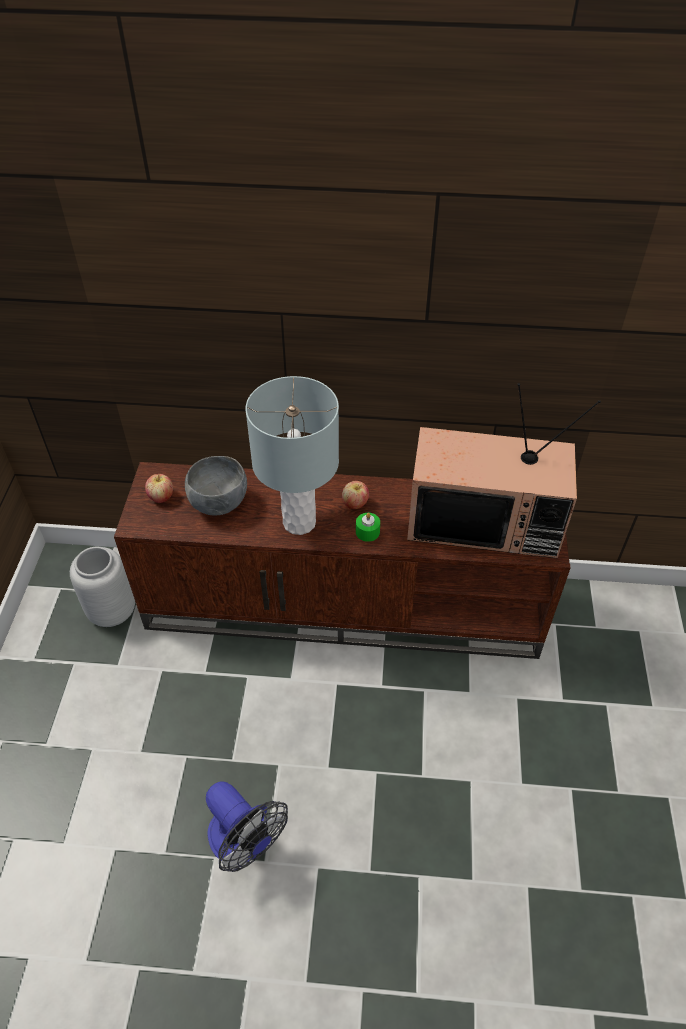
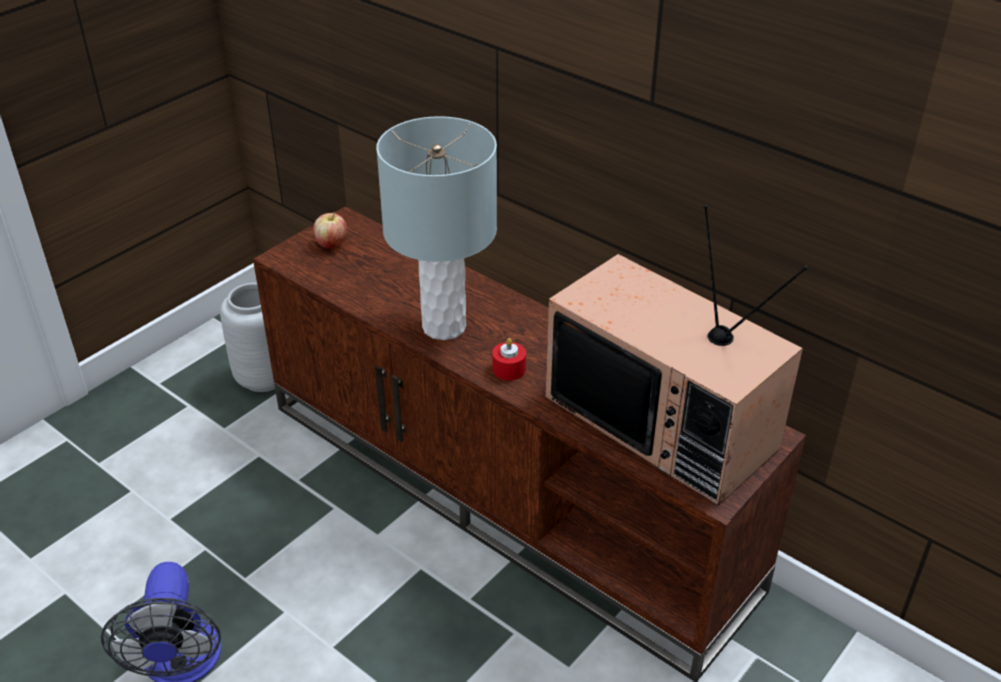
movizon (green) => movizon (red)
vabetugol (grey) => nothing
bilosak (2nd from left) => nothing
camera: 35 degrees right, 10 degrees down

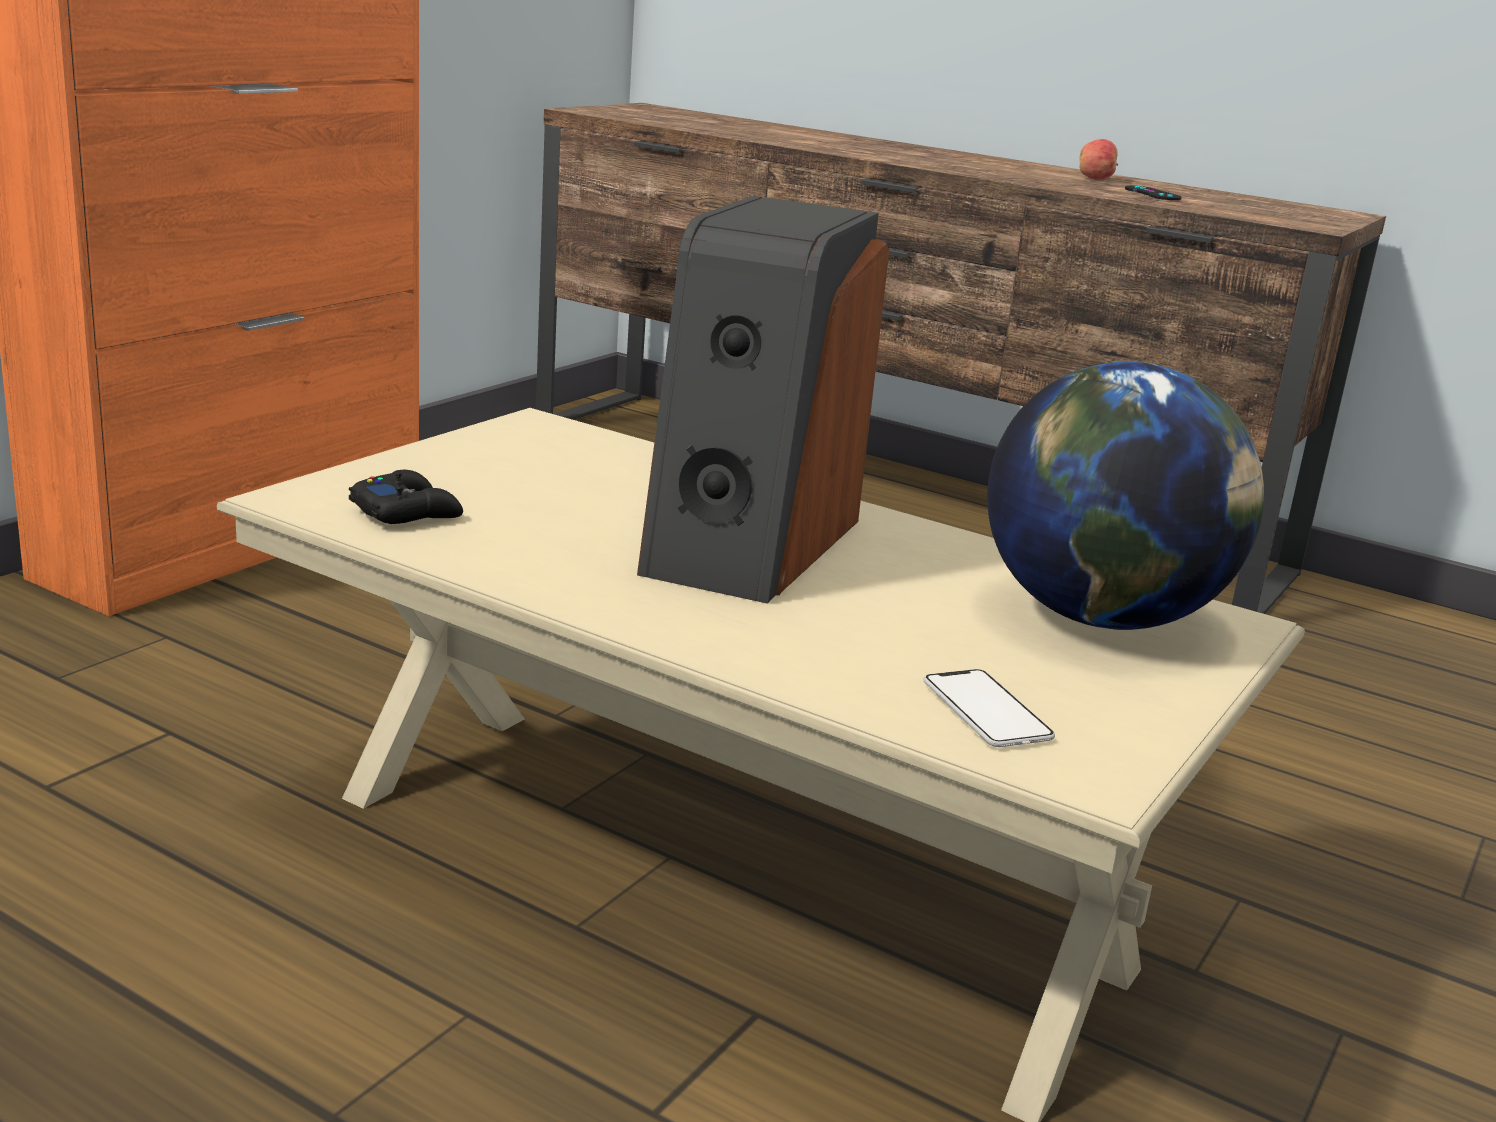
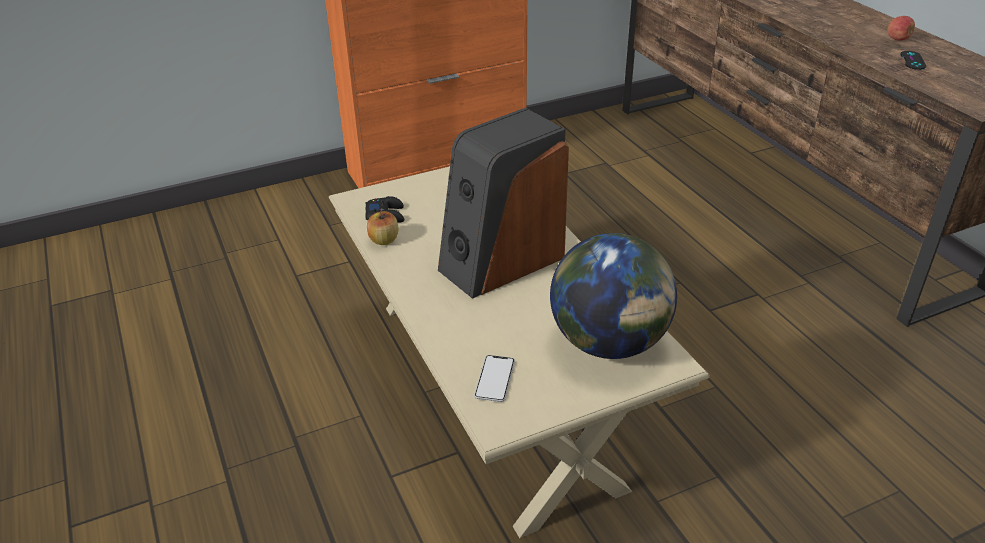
nothing => bilosak (1st from left)
camera: 35 degrees right, 15 degrees up

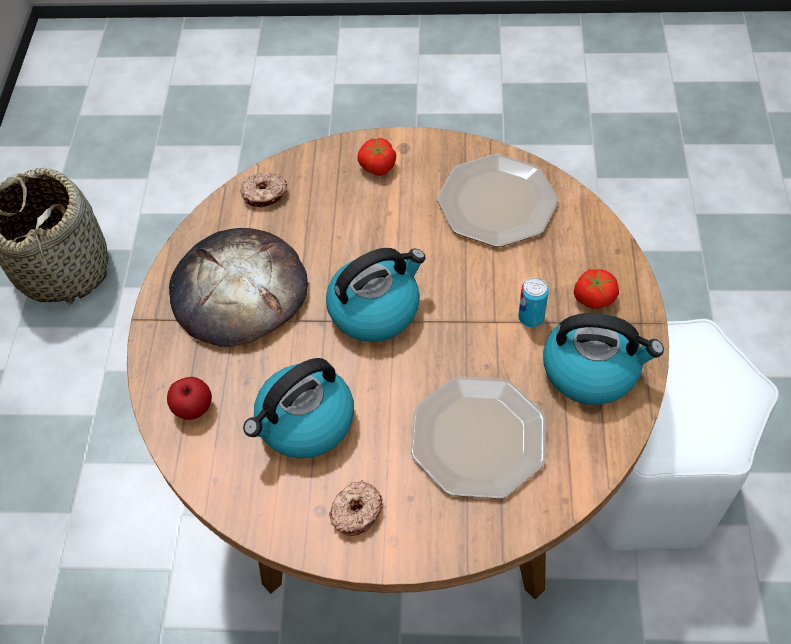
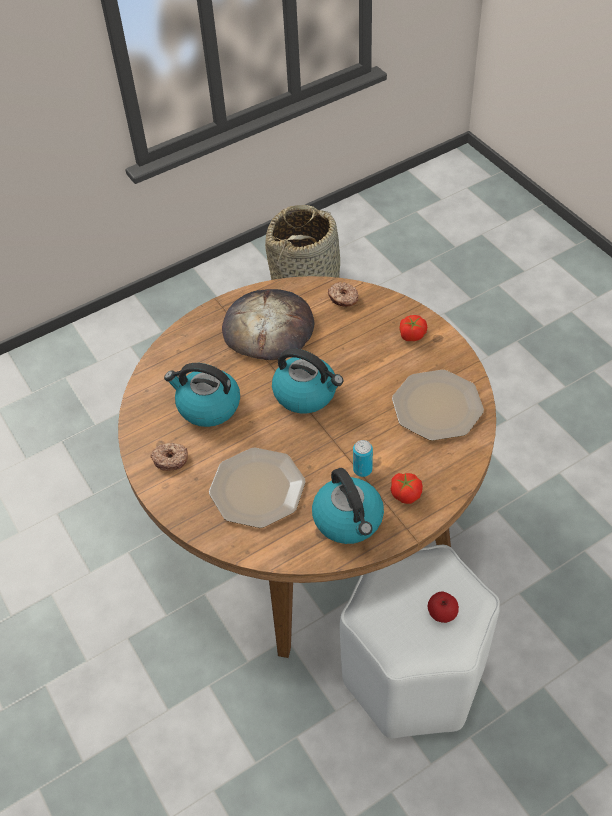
bilosak, move
camera: 55 degrees right, 5 degrees down

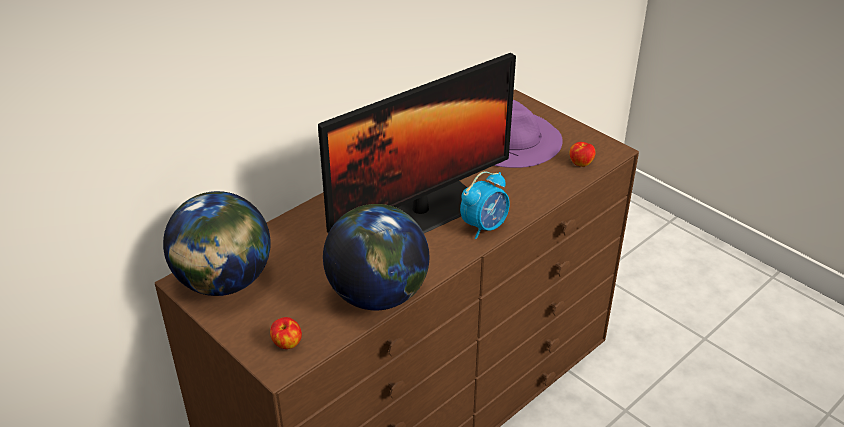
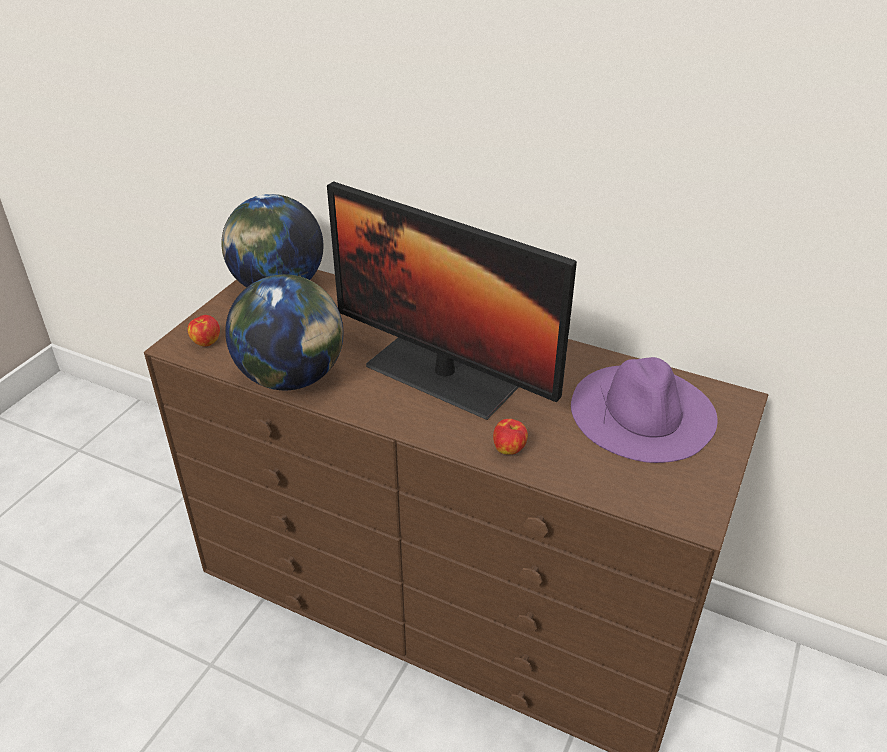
bilosak (2nd from left), move
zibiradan => nothing
camera: 70 degrees right, 0 degrees up

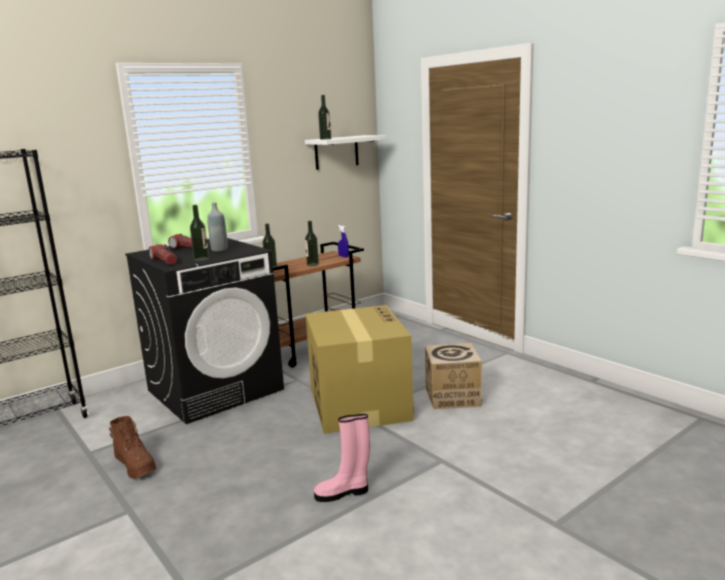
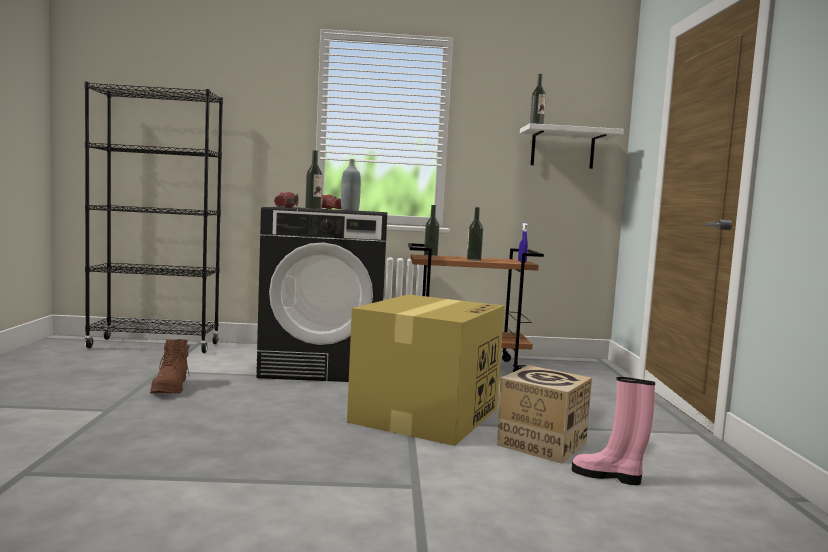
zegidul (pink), move
camera: 35 degrees right, 10 degrees down

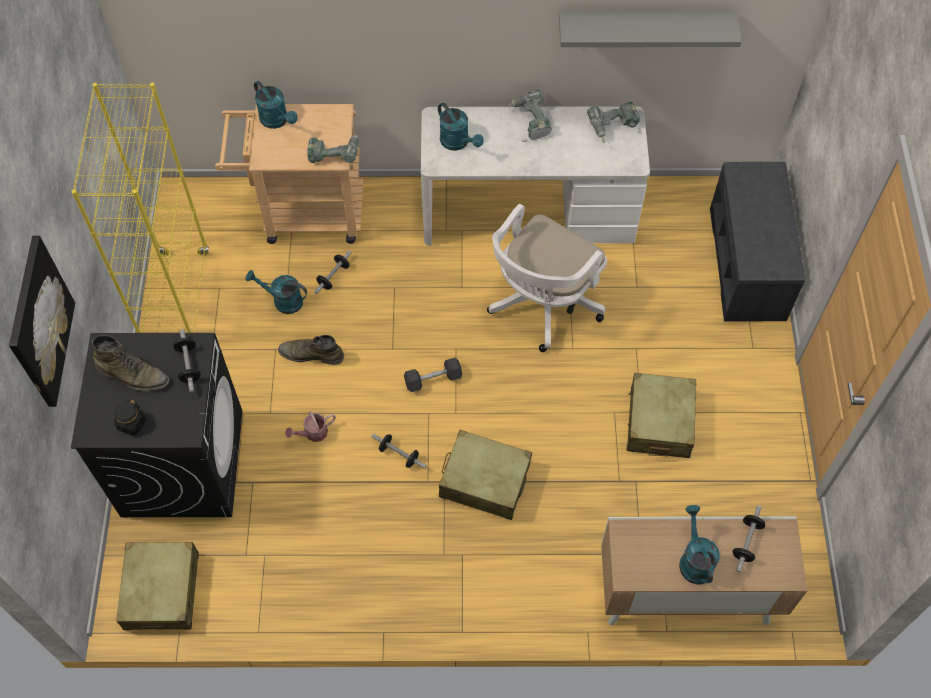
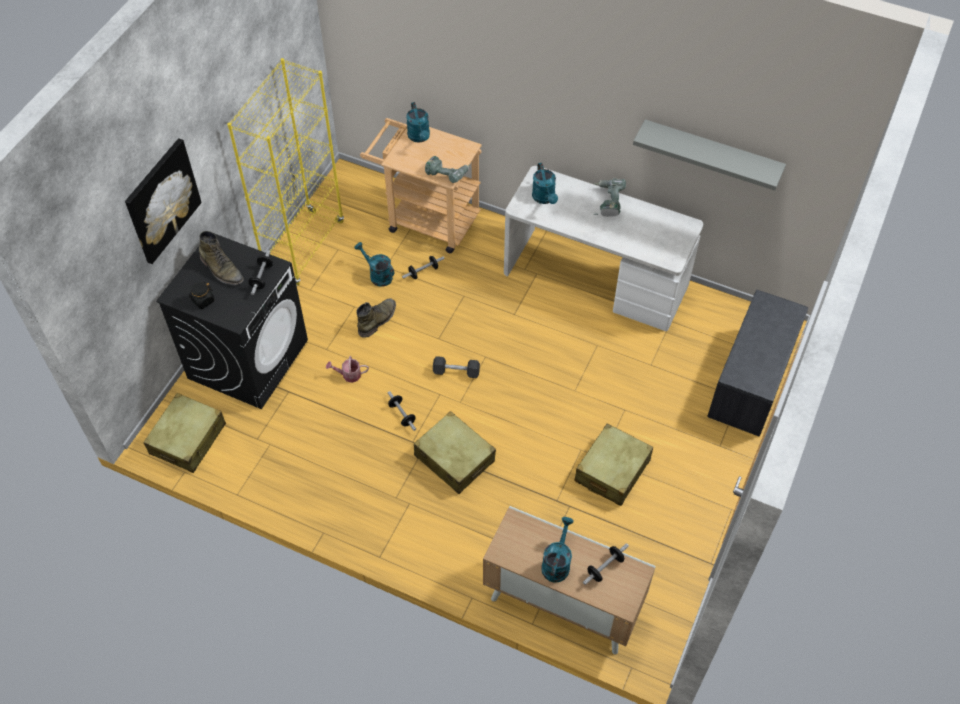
zegidul (green) (2nd from left), 90 degrees clockwise
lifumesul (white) => nothing
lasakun (3rd from left) => nothing
camera: 25 degrees right, 5 degrees down

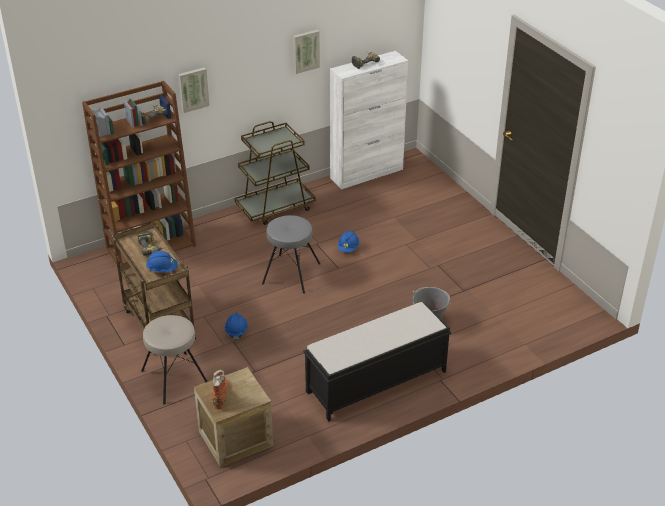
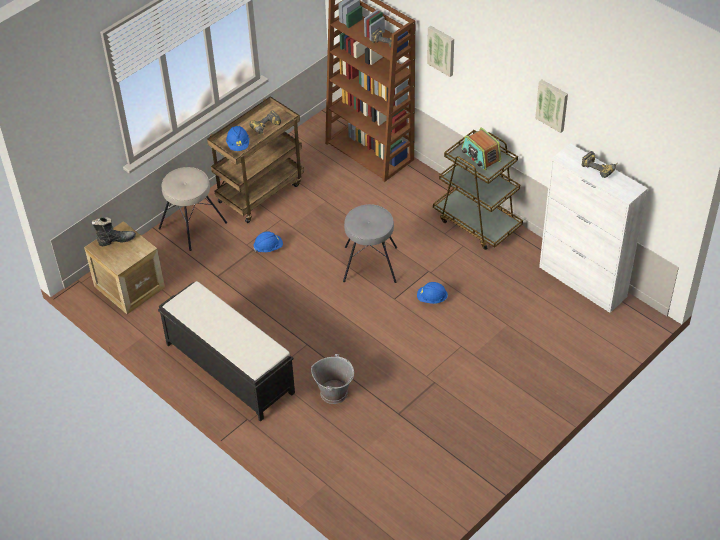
zegidul (orange) => zegidul (black)
nothing => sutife
camera: 75 degrees right, 10 degrees up

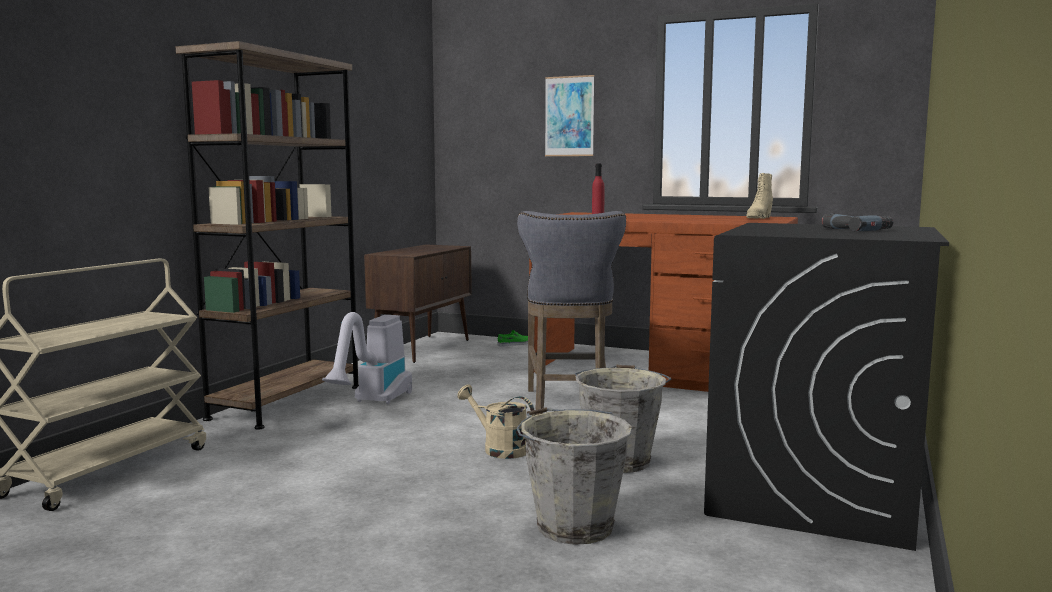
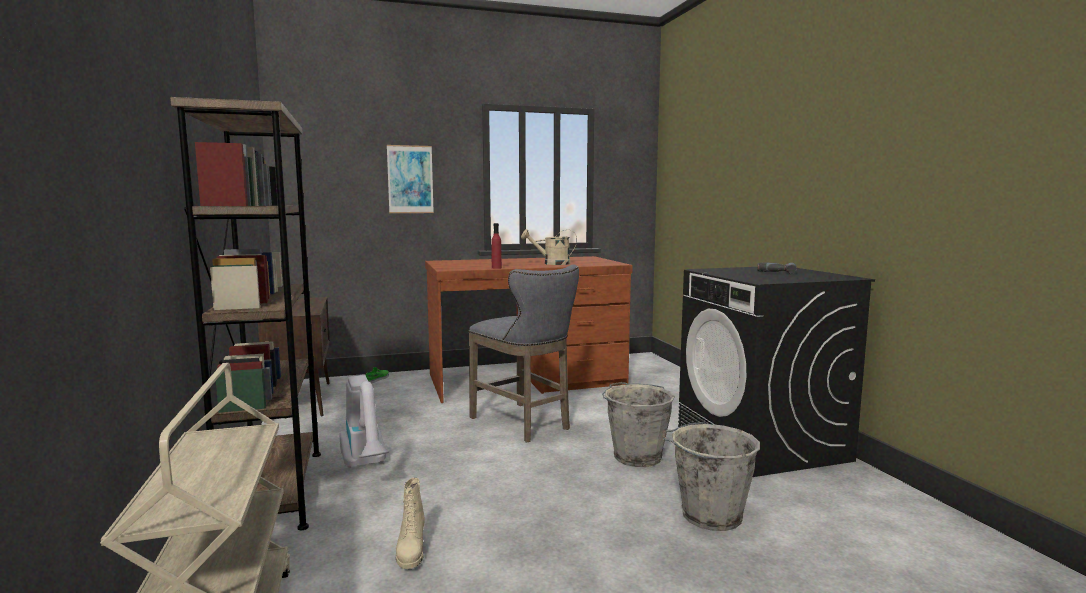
zegidul (beige), move
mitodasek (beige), move
camera: 40 degrees left, 0 degrees up

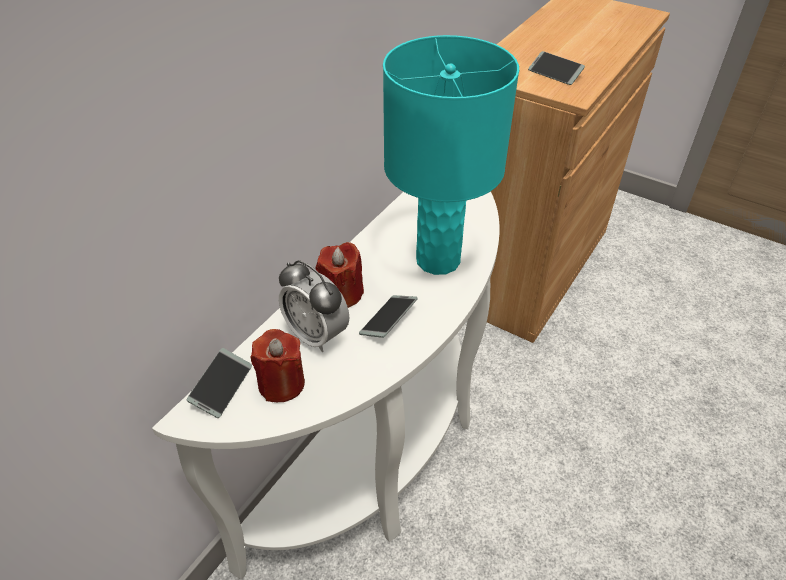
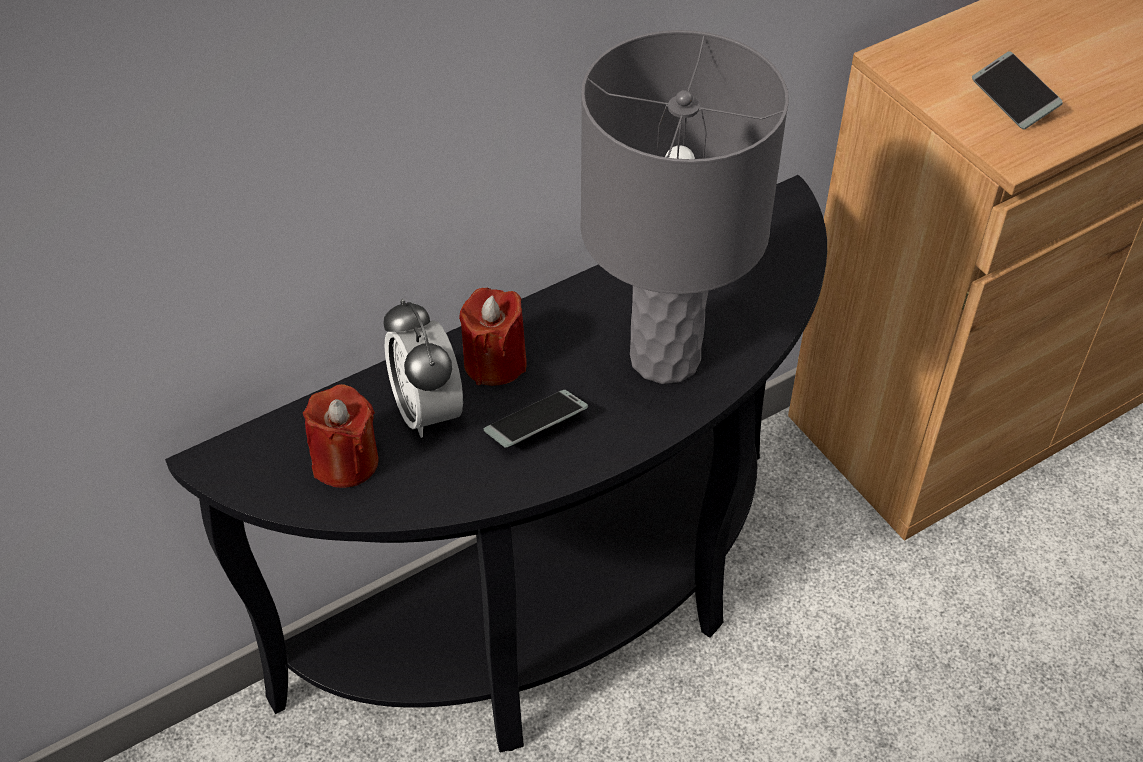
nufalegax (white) => nufalegax (black)
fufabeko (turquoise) => fufabeko (grey)
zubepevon (1st from left) => nothing
camera: 25 degrees right, 5 degrees up

